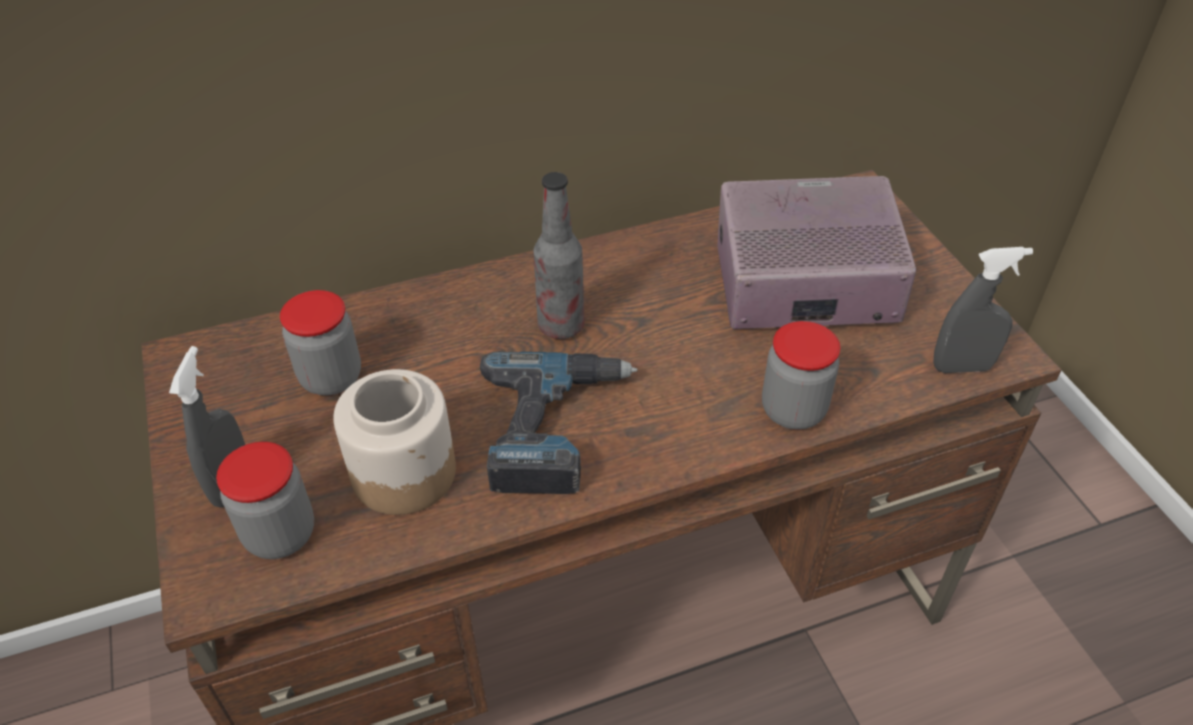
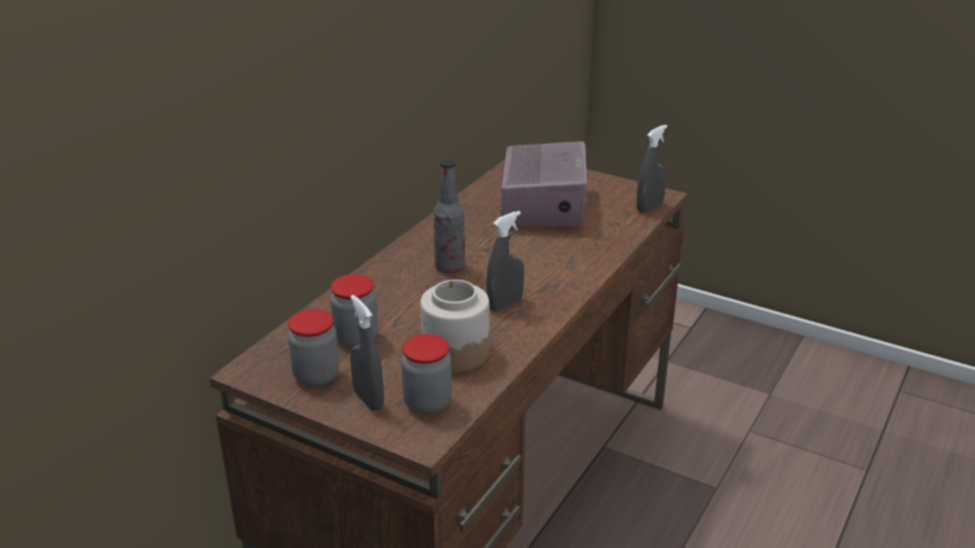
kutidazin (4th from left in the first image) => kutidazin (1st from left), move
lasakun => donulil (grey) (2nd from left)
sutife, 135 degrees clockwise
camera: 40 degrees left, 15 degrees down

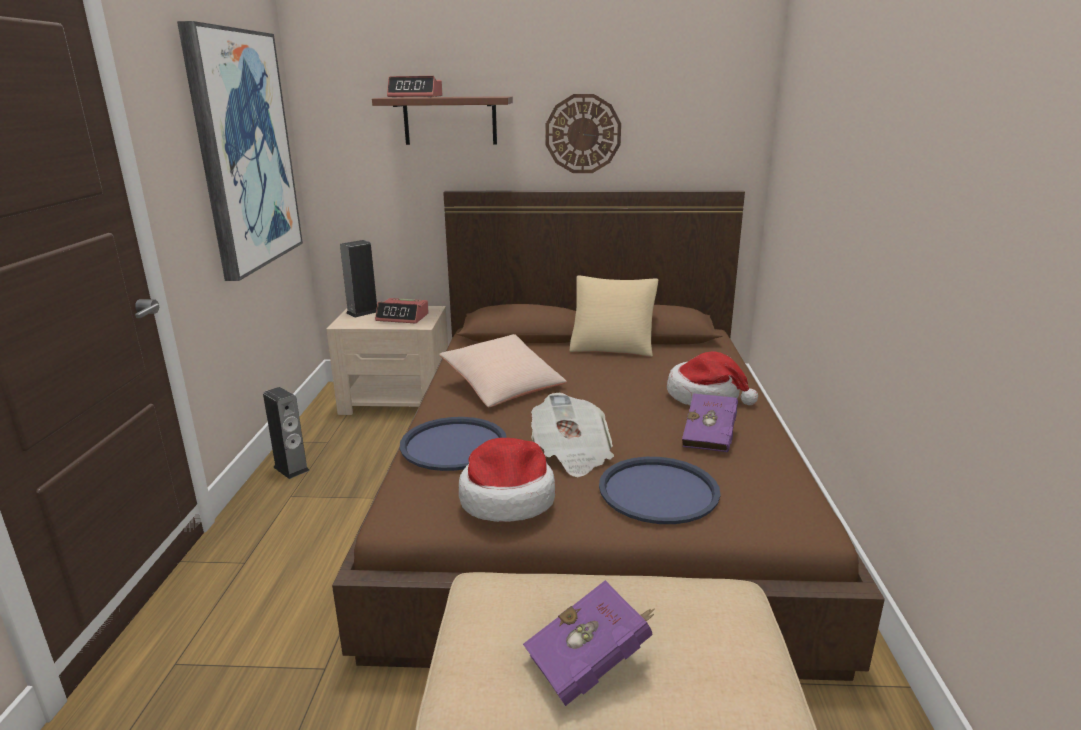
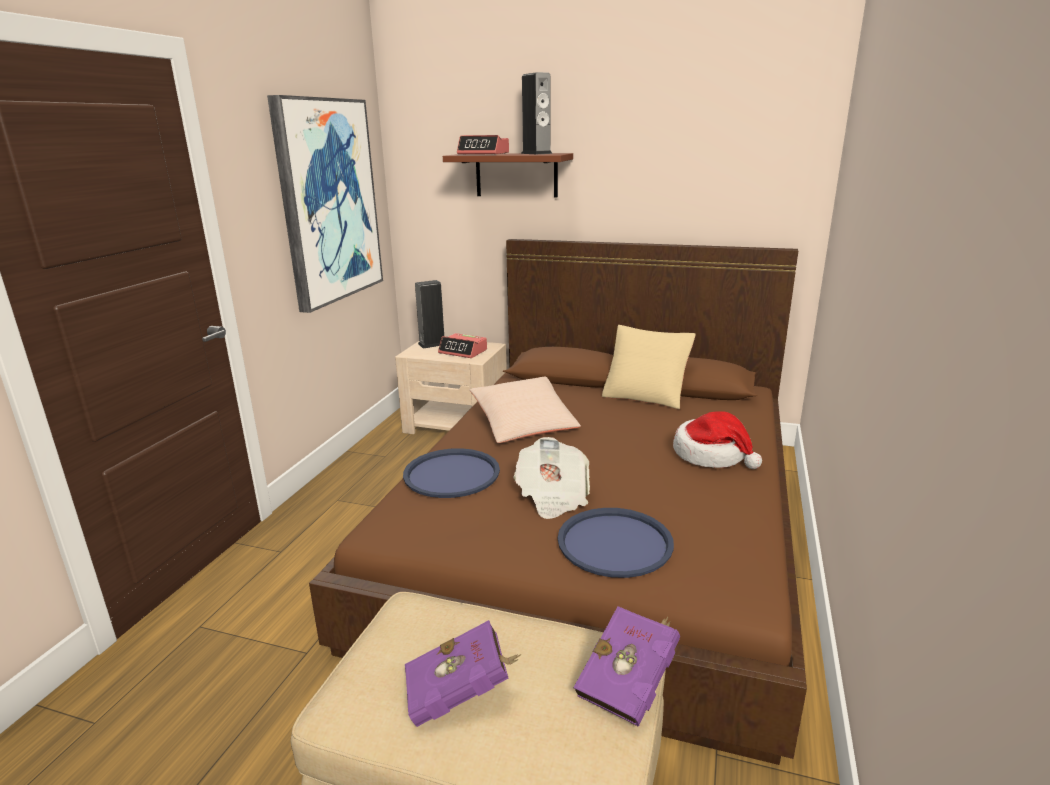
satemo (1st from left in the first image) => satemo (2nd from left), move
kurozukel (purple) (2nd from left), move
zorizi (1st from left) => nothing
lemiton => nothing
camera: 15 degrees right, 0 degrees up

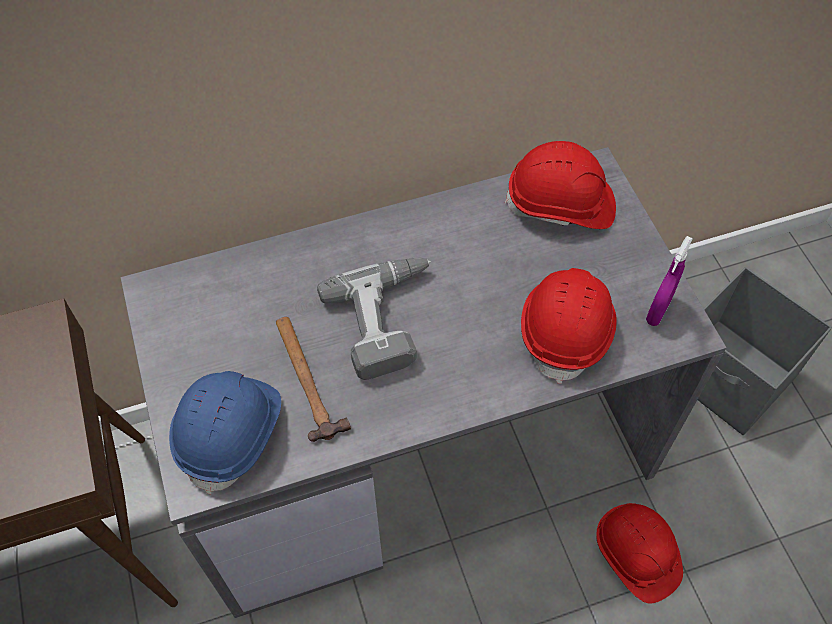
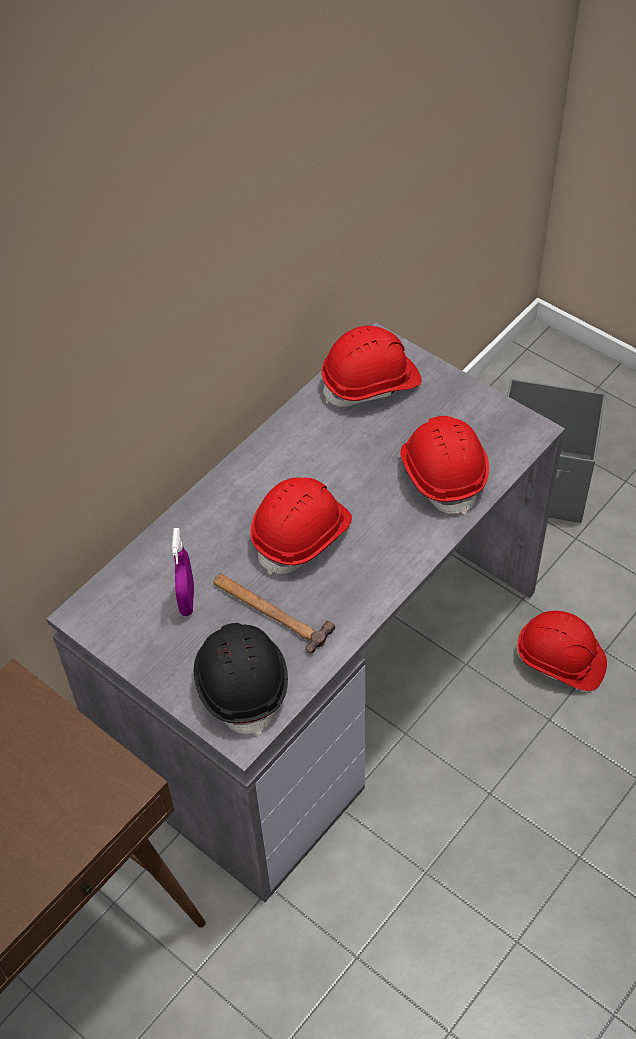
donulil (purple), move
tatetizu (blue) => tatetizu (black)
lasakun => tatetizu (red) (1st from left)
camera: 30 degrees left, 5 degrees down

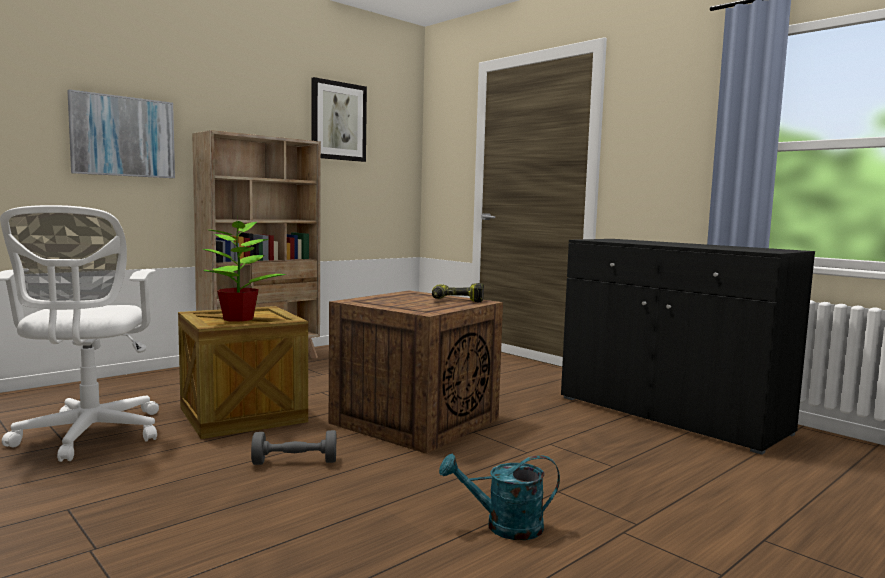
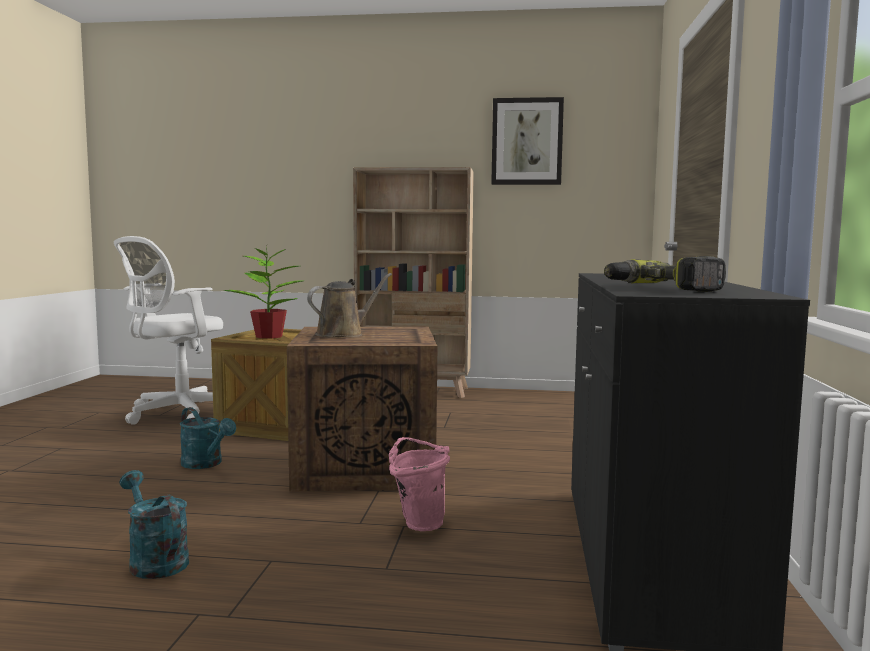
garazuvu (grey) => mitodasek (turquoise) (2nd from left)
nothing => mitodasek (brown)
nothing => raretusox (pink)
lasakun, move
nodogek (1st from left) => nothing
camera: 50 degrees right, 0 degrees up

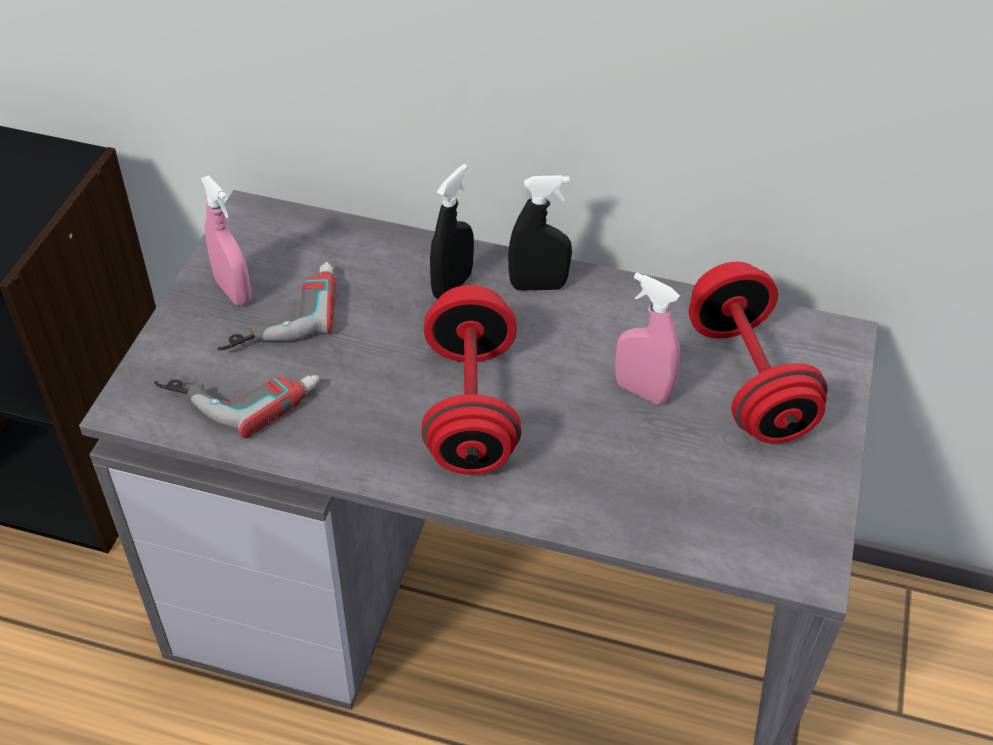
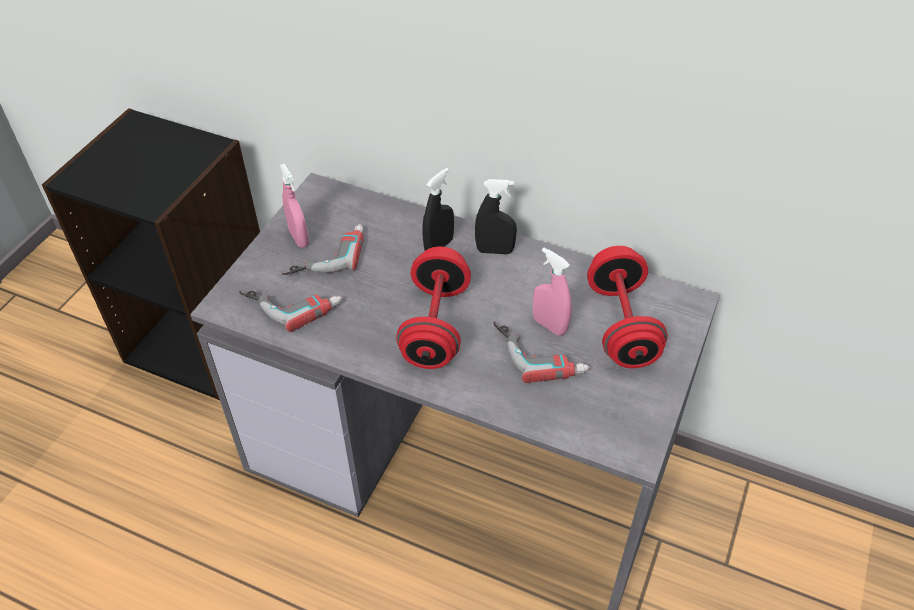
nothing => lasakun (3rd from left)
camera: 10 degrees right, 0 degrees up

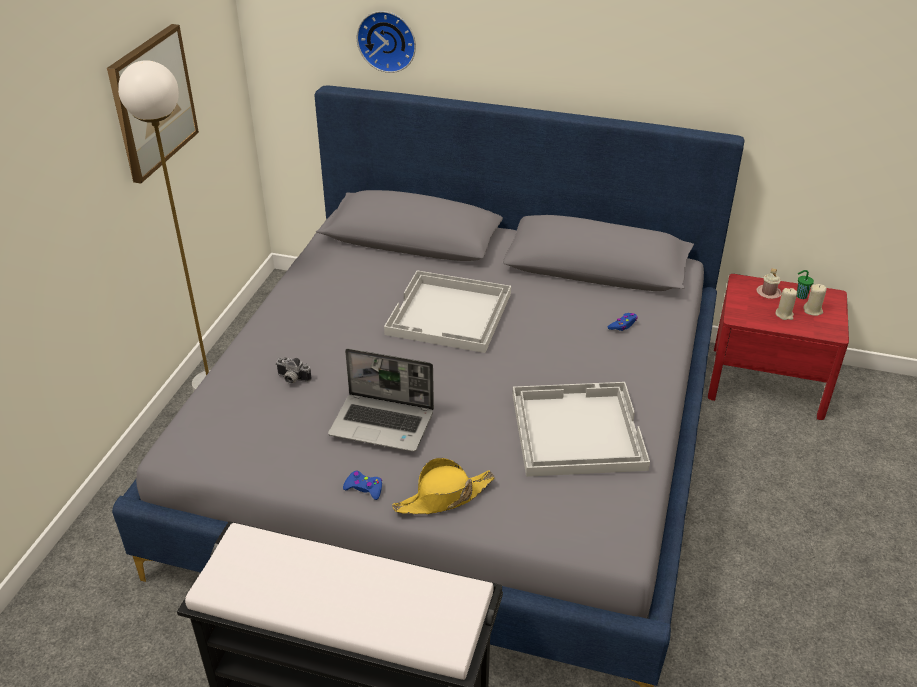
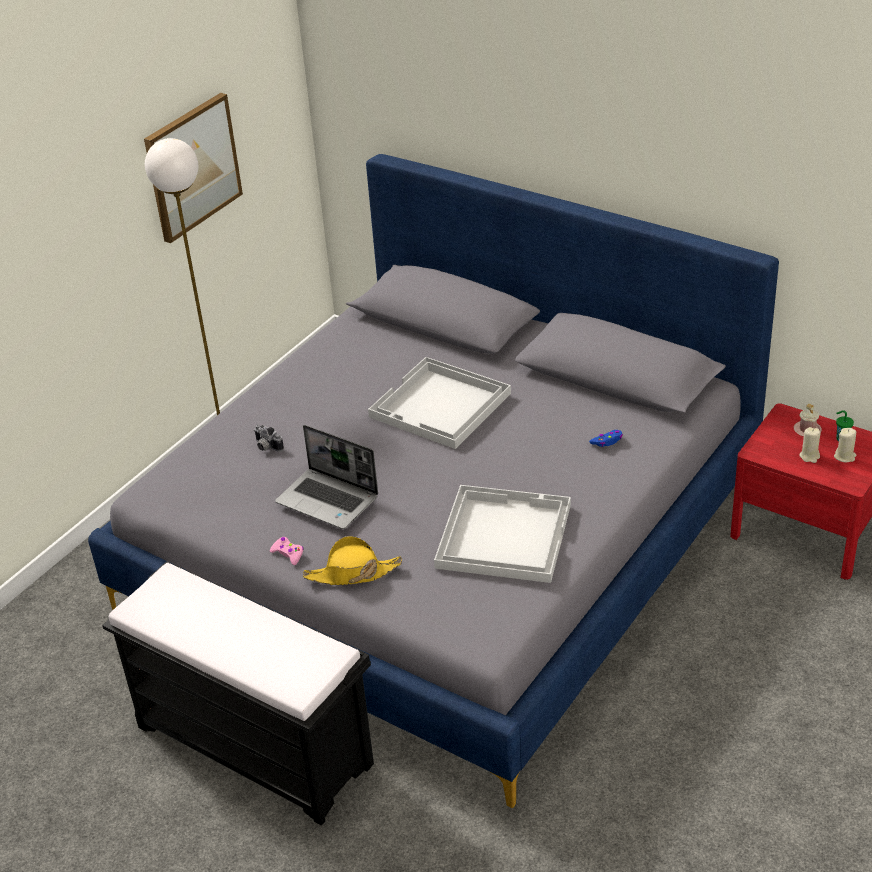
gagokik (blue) (1st from left) => gagokik (pink)
lemiton => nothing
camera: 20 degrees right, 0 degrees up

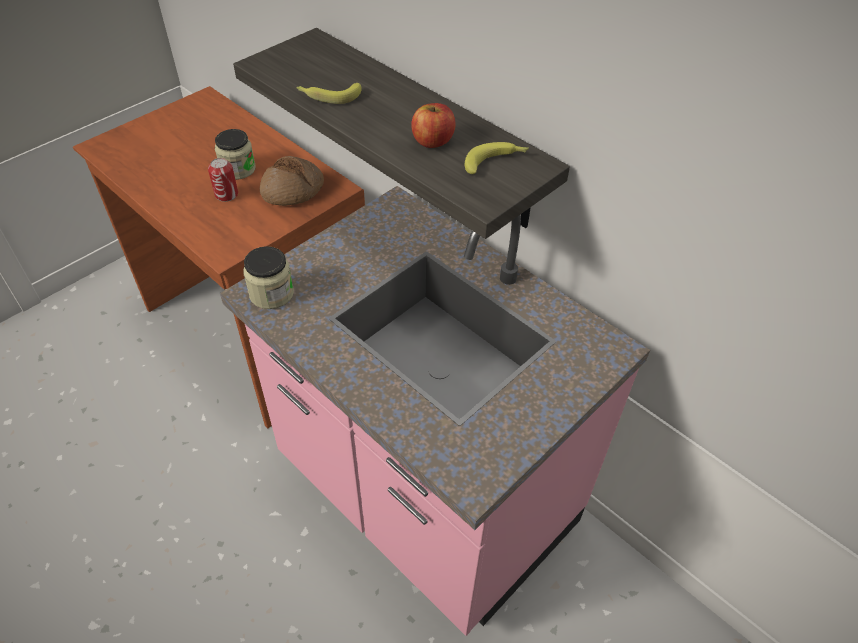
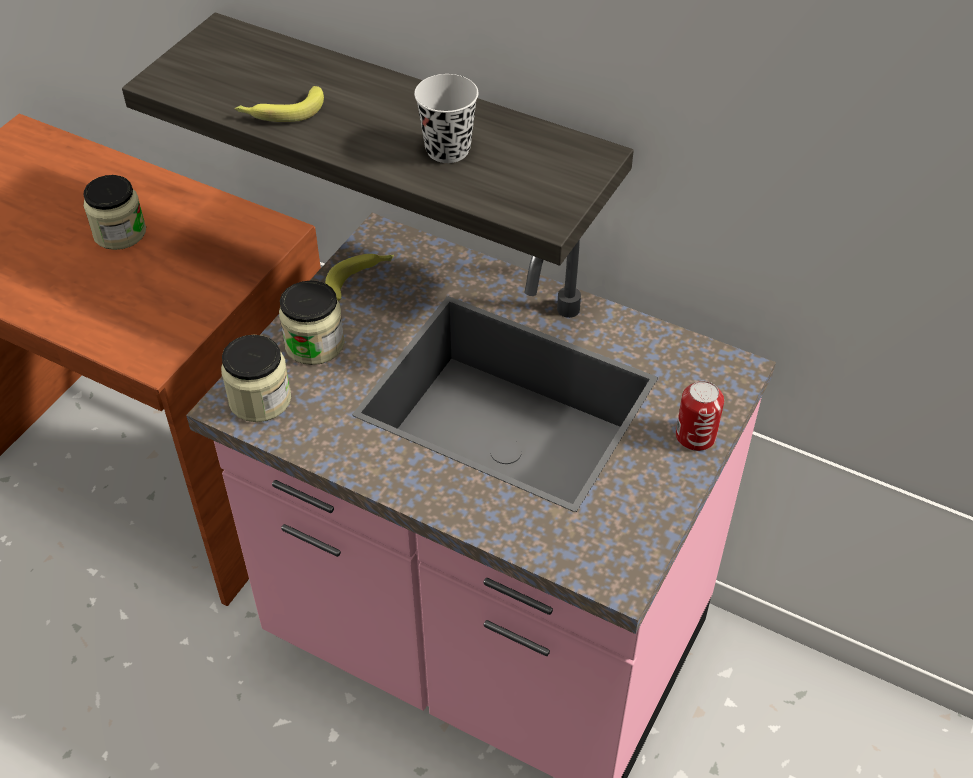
nothing => kutidazin (3rd from left)
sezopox (2nd from left), move
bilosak => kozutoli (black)
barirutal, move
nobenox => nothing
camera: 15 degrees left, 0 degrees up

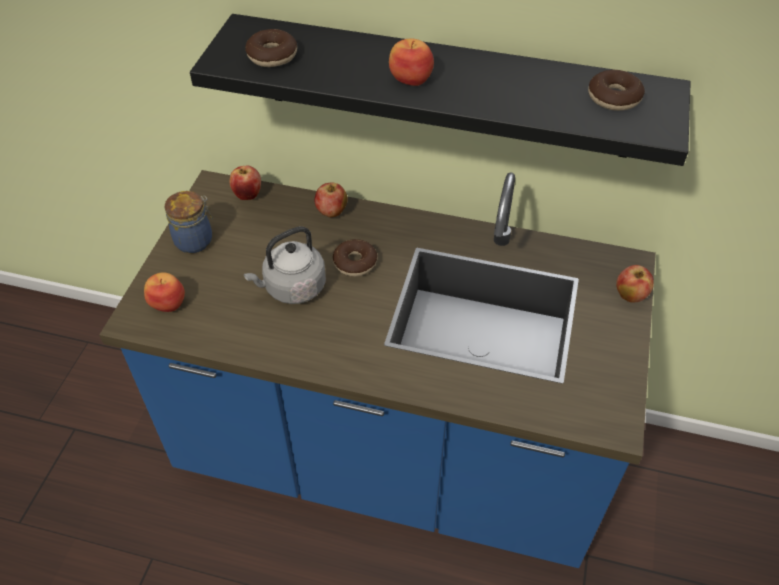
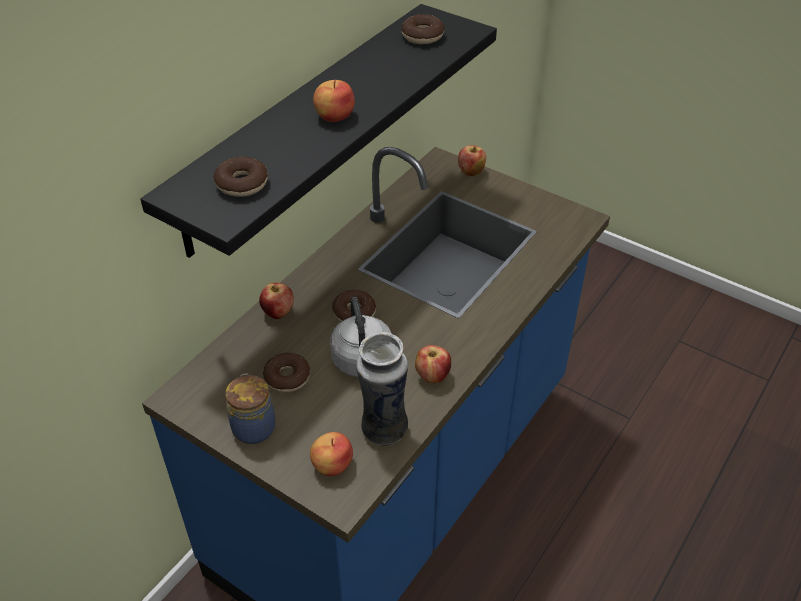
nothing => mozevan (2nd from left)
nothing => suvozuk
bilosak (2nd from left in the first image) => bilosak (4th from left), move
camera: 70 degrees left, 5 degrees down

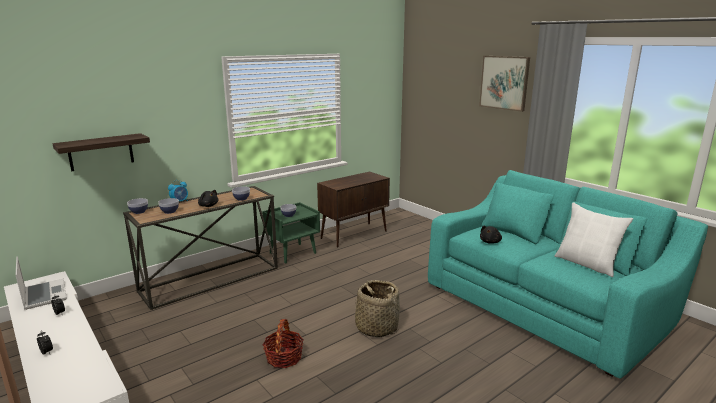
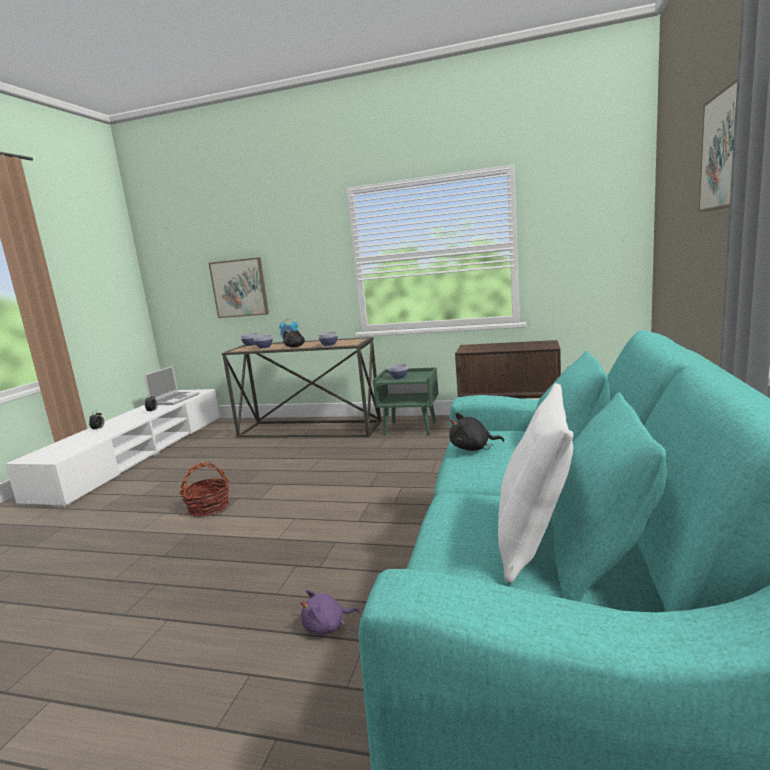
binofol => nodogek (1st from left)
nothing => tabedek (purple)
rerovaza (2nd from left) => nothing
camera: 55 degrees right, 5 degrees down

